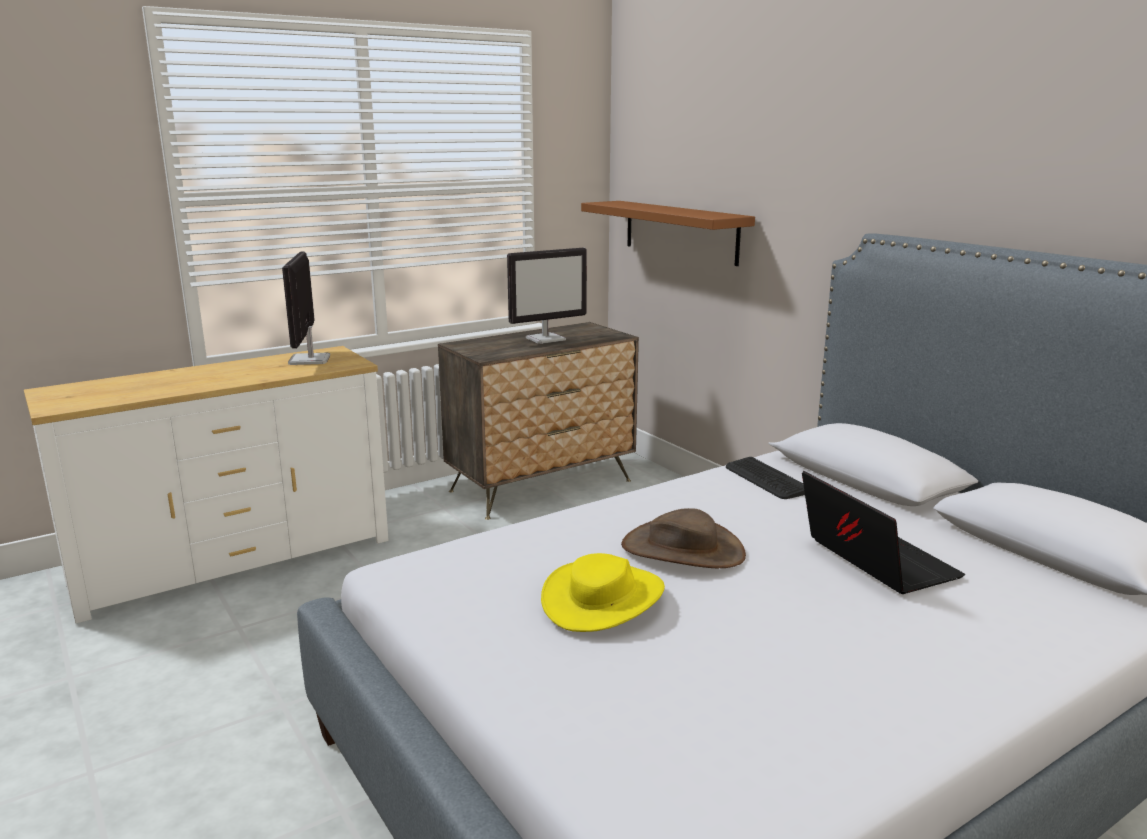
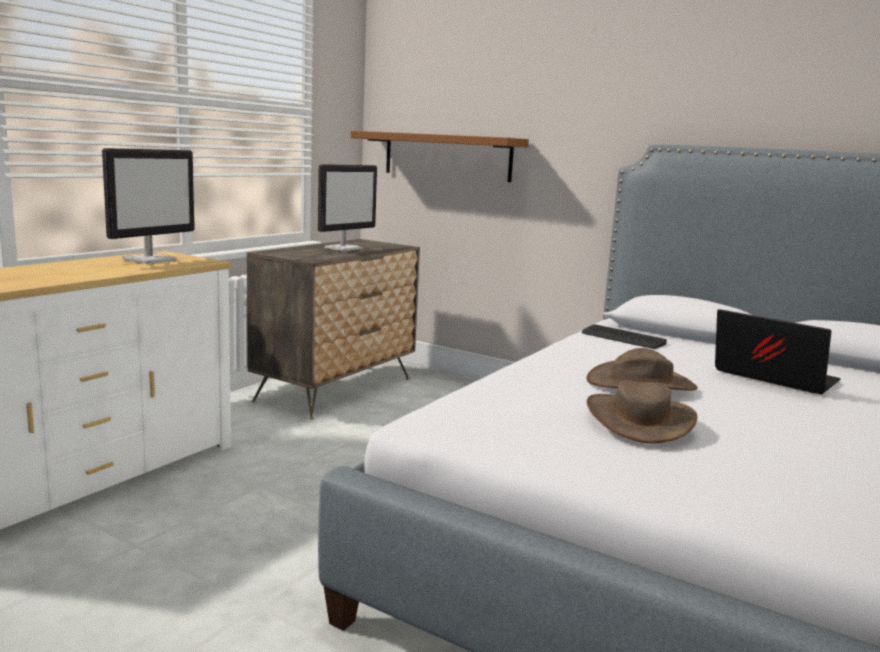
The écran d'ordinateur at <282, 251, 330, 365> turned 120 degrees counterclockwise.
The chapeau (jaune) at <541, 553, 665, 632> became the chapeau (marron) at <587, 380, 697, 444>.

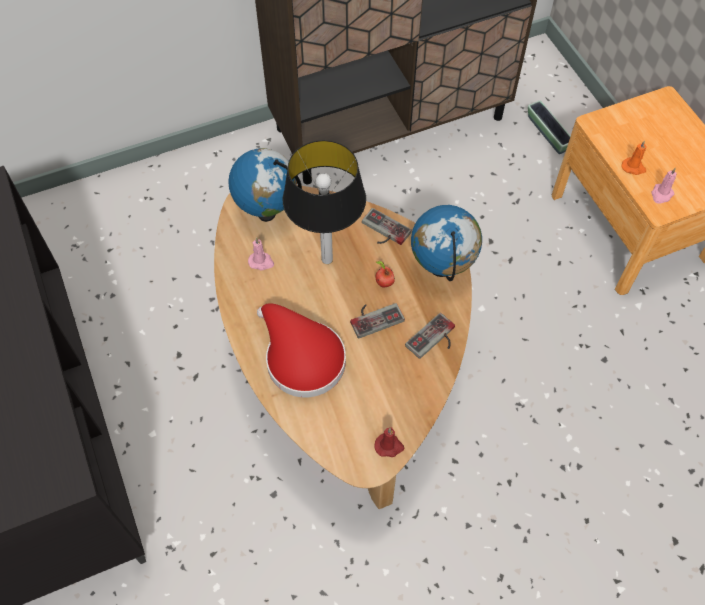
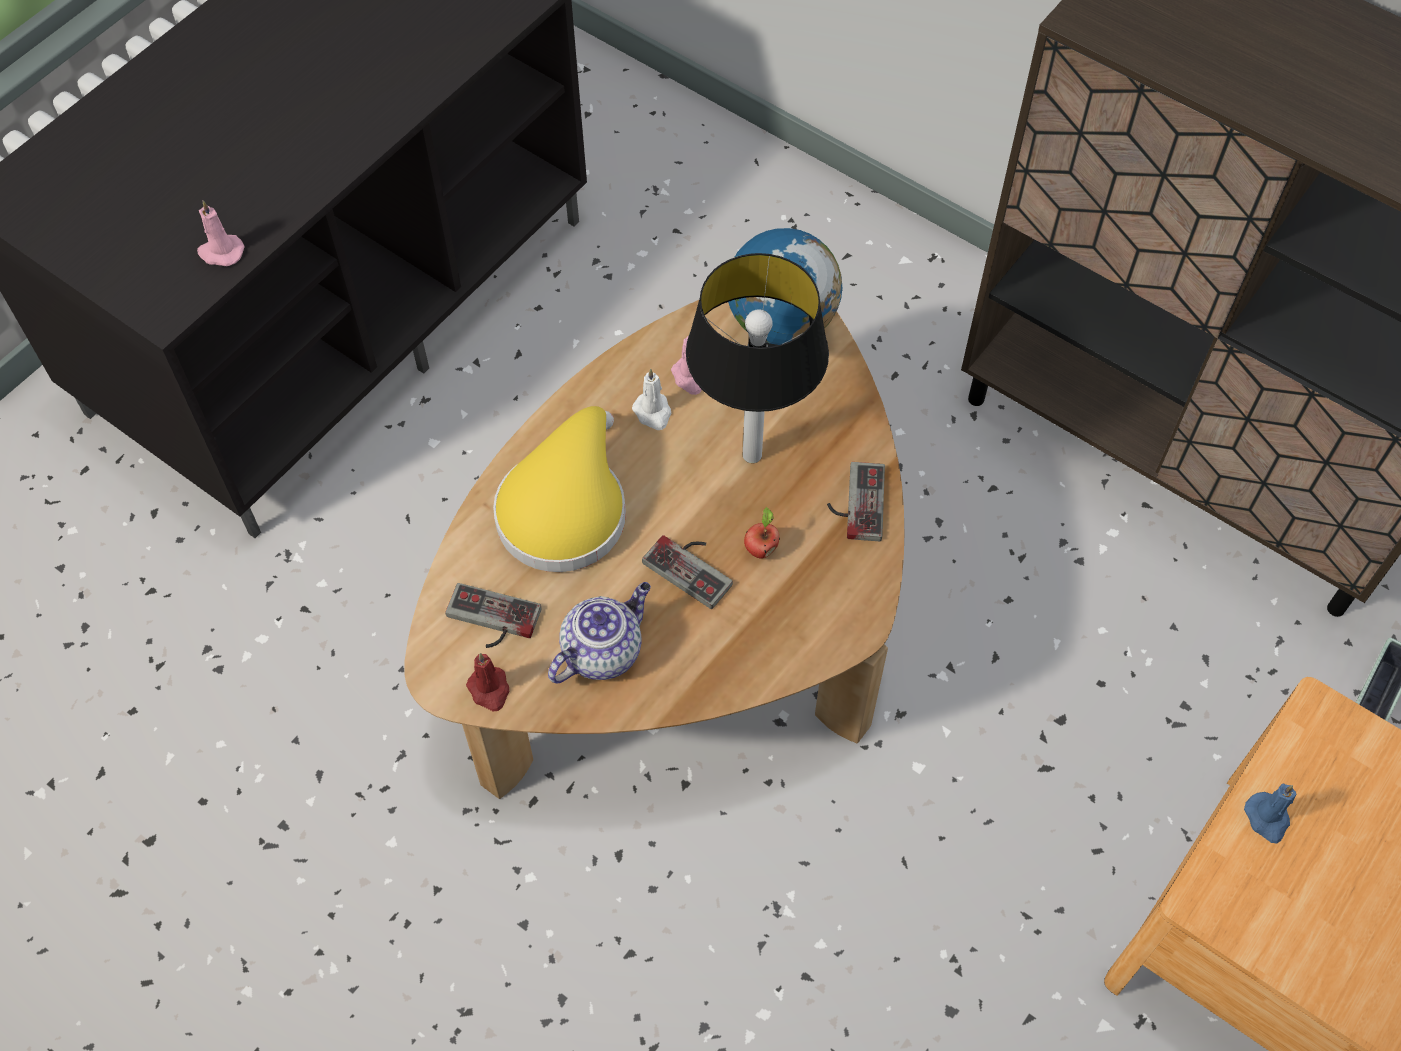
The bougie (orange) at <622, 140, 647, 175> became the bougie (bleu) at <1244, 784, 1296, 843>.
The bougie (rose) moved from <651, 168, 677, 204> to <197, 201, 244, 266>.
The globe at <411, 205, 482, 281> disappeared.
The chapeau (rouge) at <257, 303, 346, 397> became the chapeau (jaune) at <493, 406, 626, 572>.
The manette moved from <405, 313, 455, 359> to <446, 583, 542, 648>.
The bougie (blanc) at <632, 369, 671, 430> appeared.
The théière at <548, 582, 651, 683> appeared.

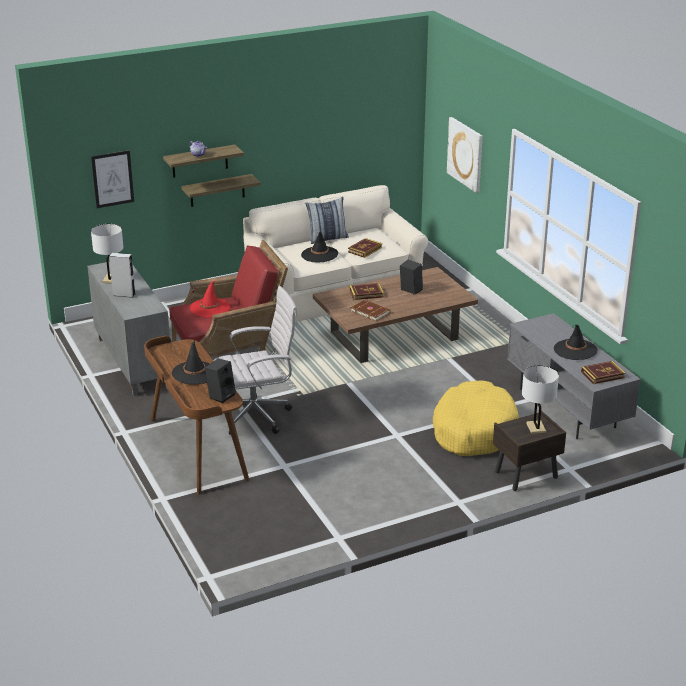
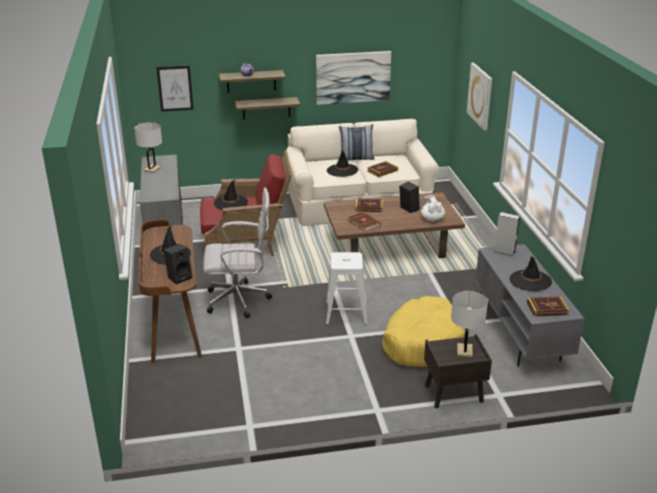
The enceinte (gris) moved from <109, 253, 135, 298> to <494, 212, 520, 256>.
The chapeau (rouge) at <190, 280, 230, 318> became the chapeau (noir) at <214, 180, 248, 210>.
The tableau at <316, 51, 391, 105> appeared.
The théière (blanc) at <421, 195, 445, 221> appeared.
The tabouret (blanc) at <326, 252, 368, 325> appeared.

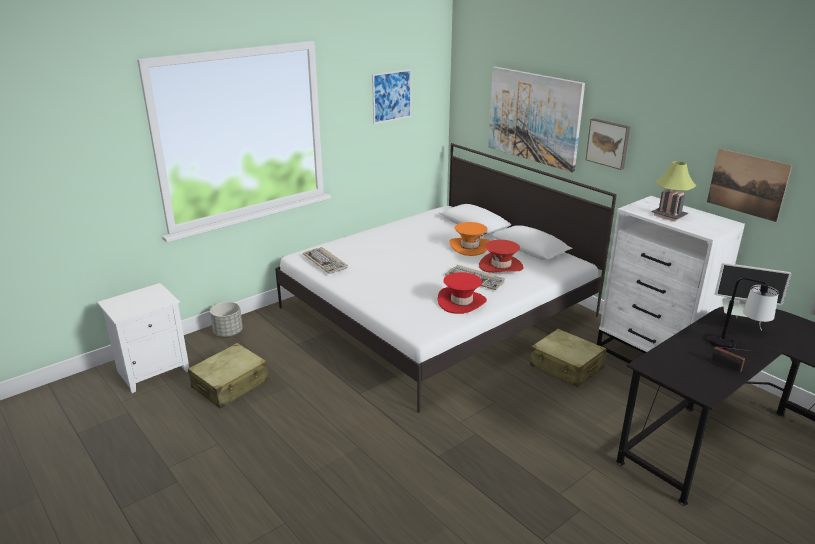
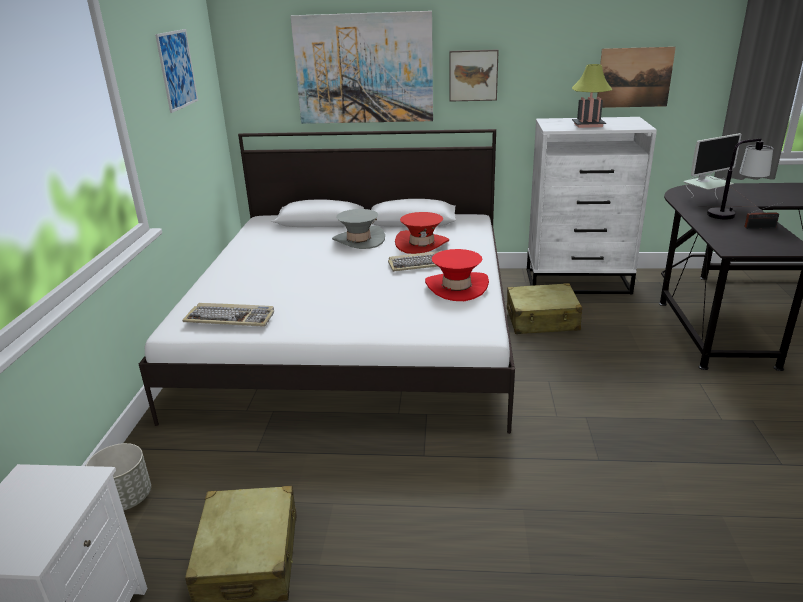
The chapeau (orange) at <449, 222, 490, 256> became the chapeau (gris) at <332, 209, 385, 249>.

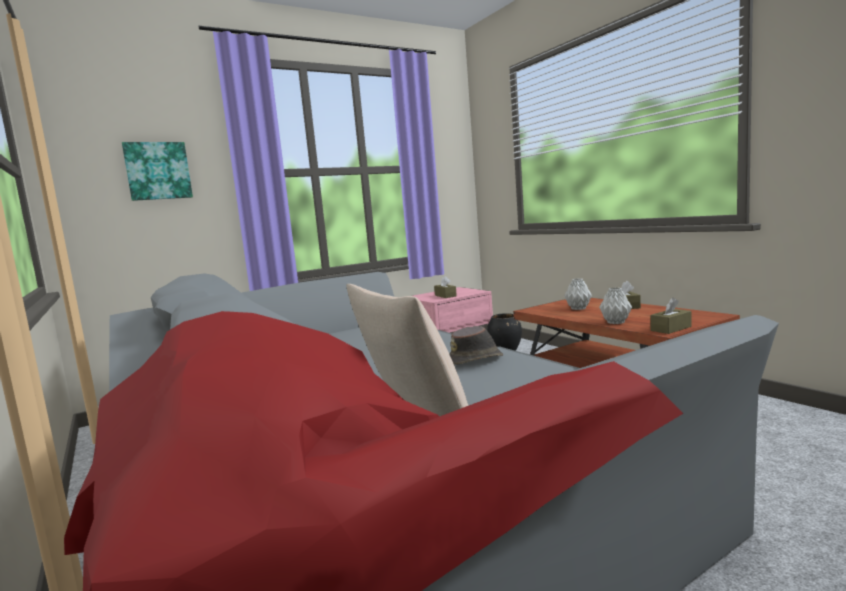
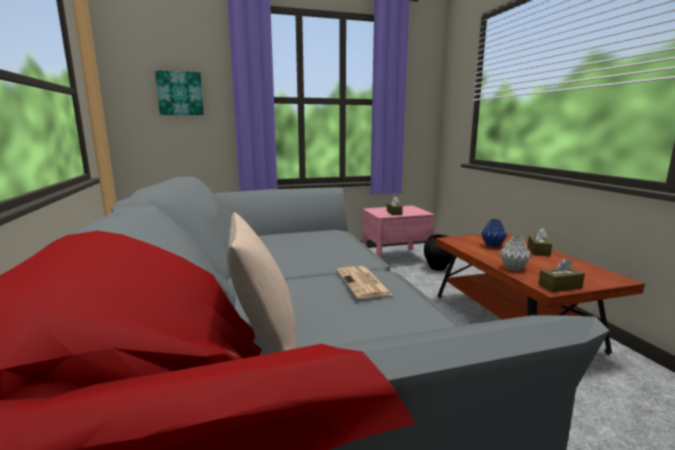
The vase (gris) at <564, 278, 592, 310> became the vase (bleu) at <481, 219, 507, 248>.
The chapeau (marron) at <449, 326, 503, 365> was replaced by the journal at <336, 266, 393, 299>.

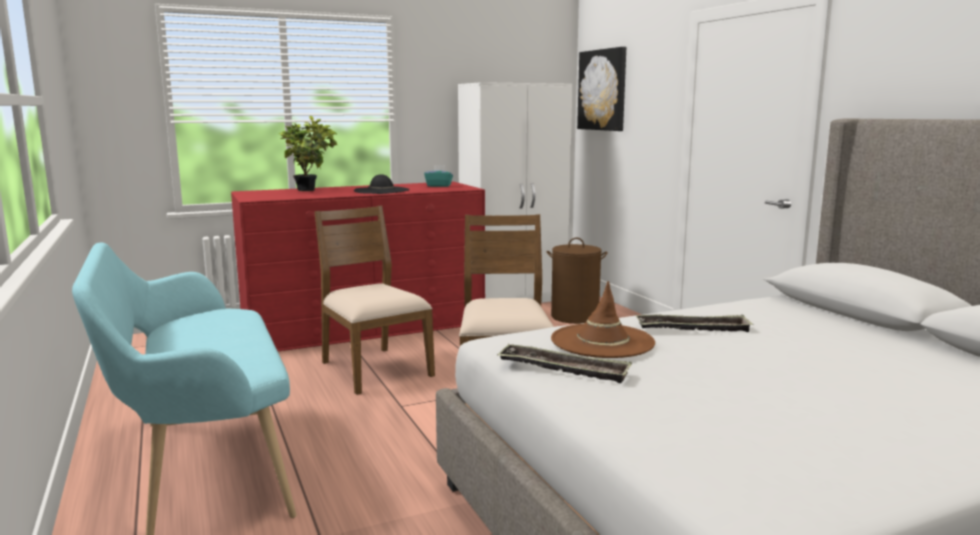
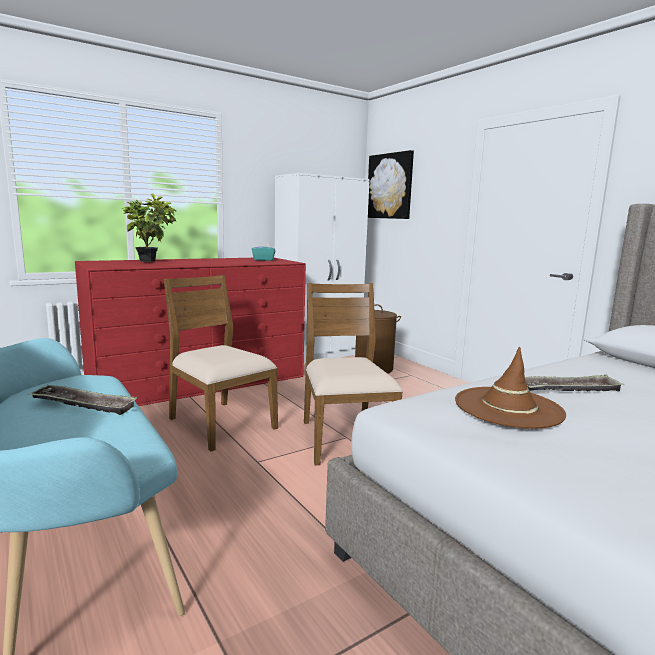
The chapeau (noir) at <354, 174, 410, 194> disappeared.
The plateau moved from <497, 343, 632, 383> to <28, 384, 138, 415>.

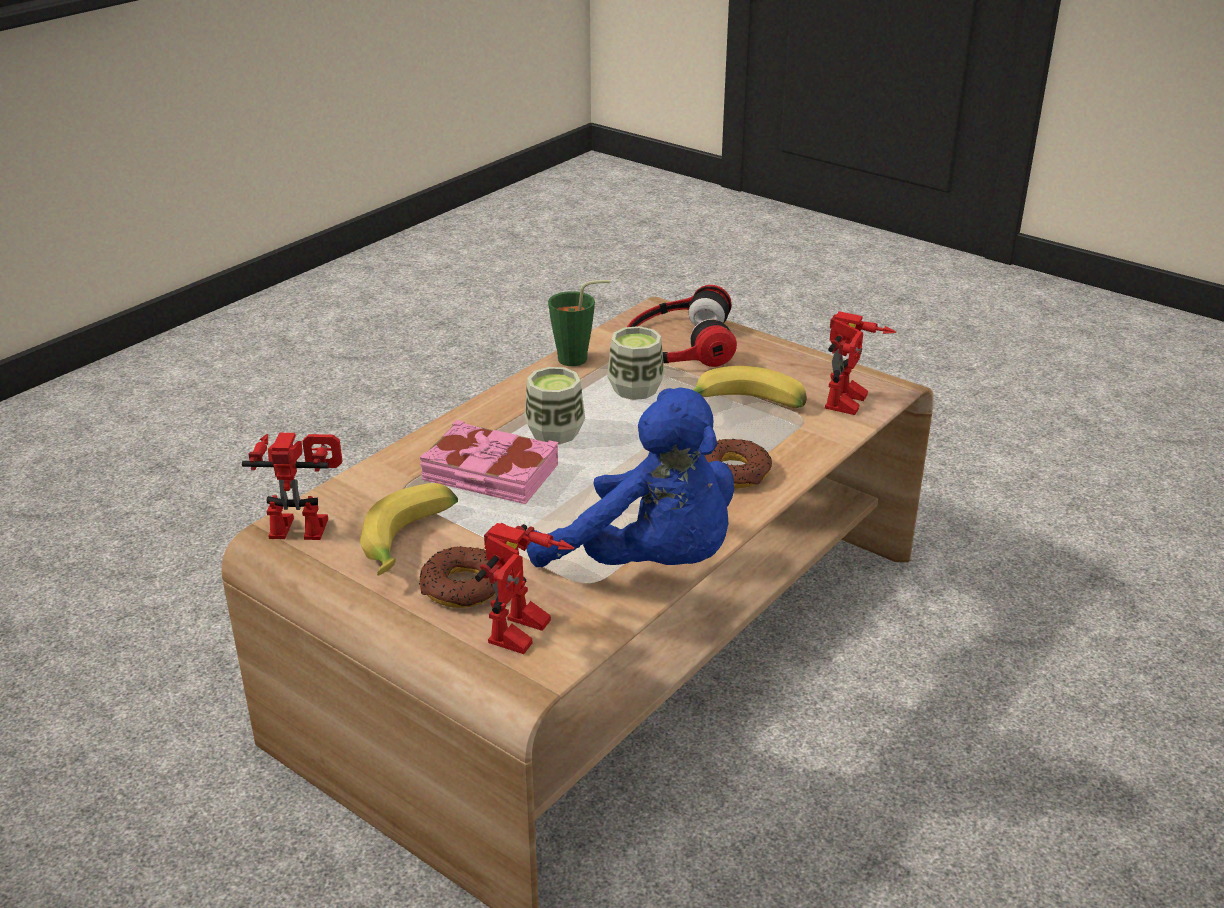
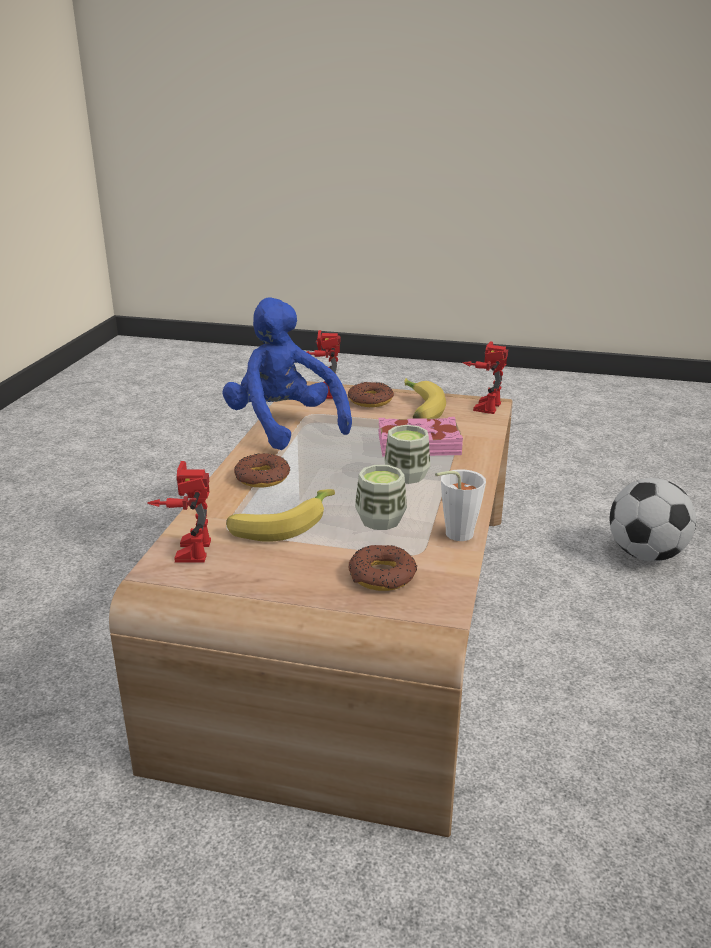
The tasse (vert) at <548, 280, 610, 366> became the tasse (blanc) at <435, 469, 486, 541>.
The casque audio at <627, 285, 737, 367> was replaced by the beignet at <349, 545, 417, 591>.
The peluche (bleu) at <526, 387, 734, 567> turned 45 degrees clockwise.
The robot jouet at <242, 433, 342, 540> turned 135 degrees clockwise.
The ballon de foot at <609, 478, 696, 561> appeared.

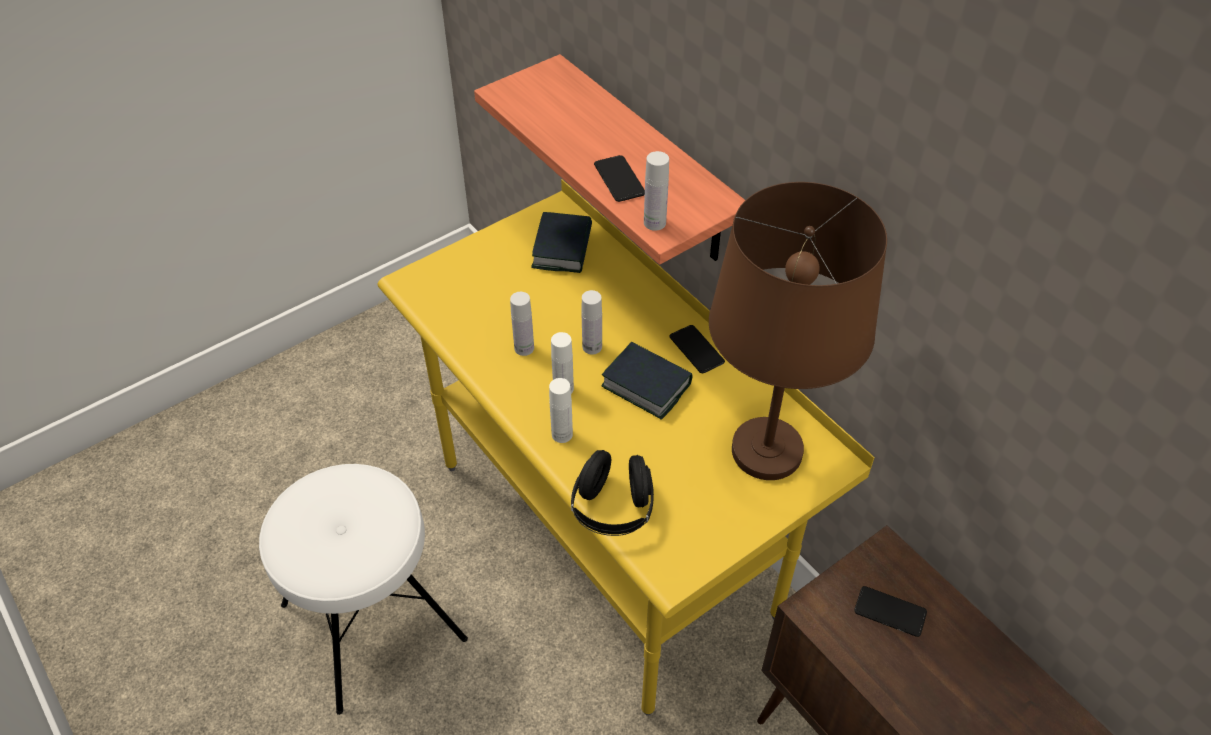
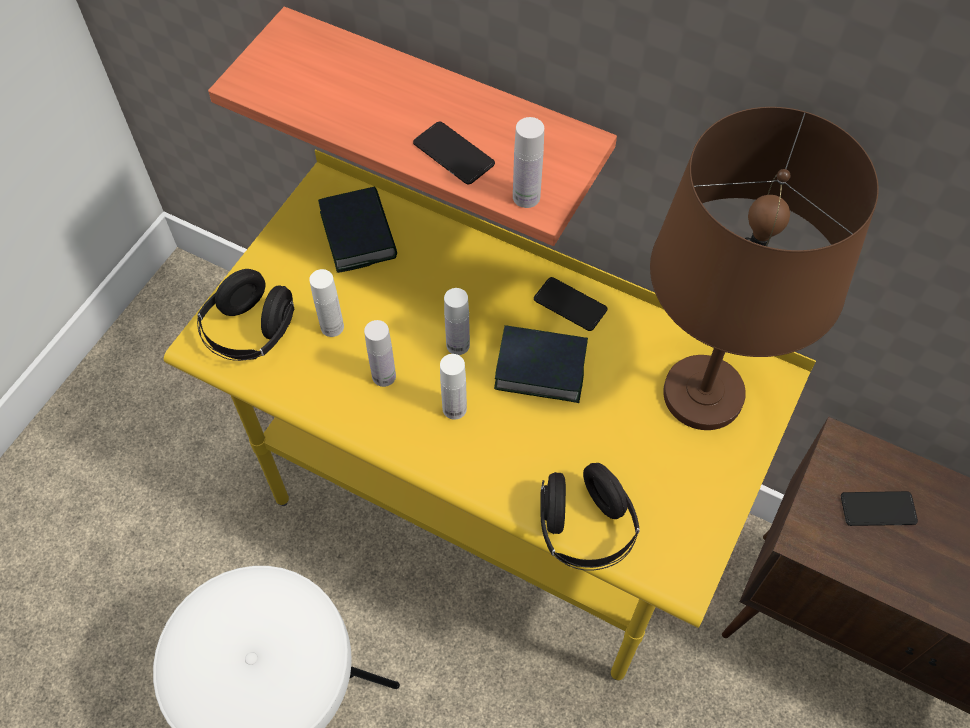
The bouteille (blanc) moved from <549, 378, 573, 443> to <309, 269, 344, 337>.
The casque audio (noir) at <197, 269, 294, 361> appeared.

